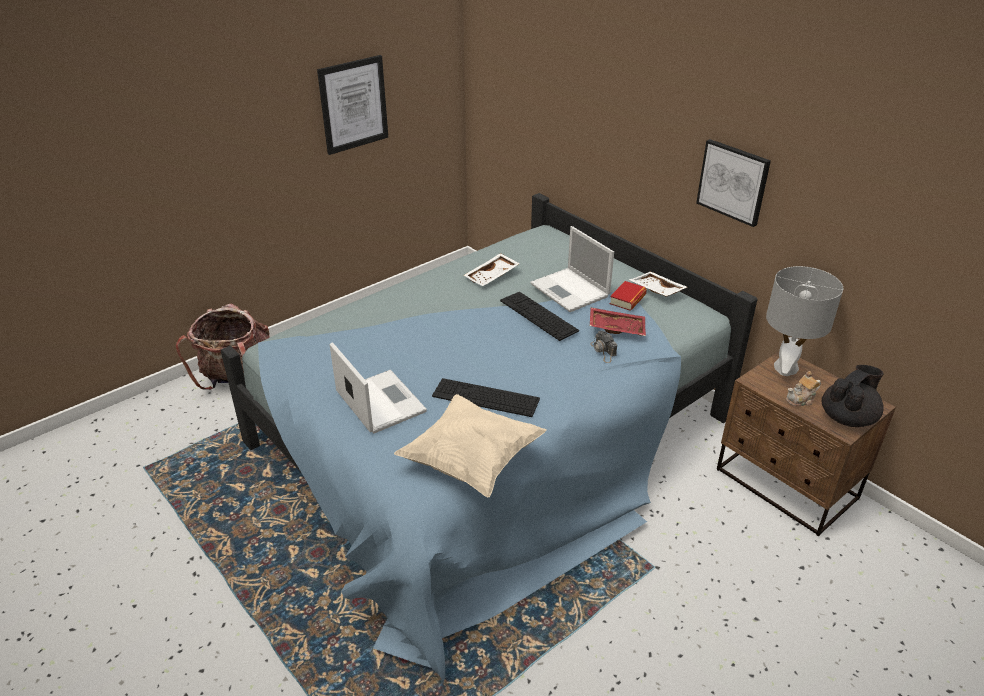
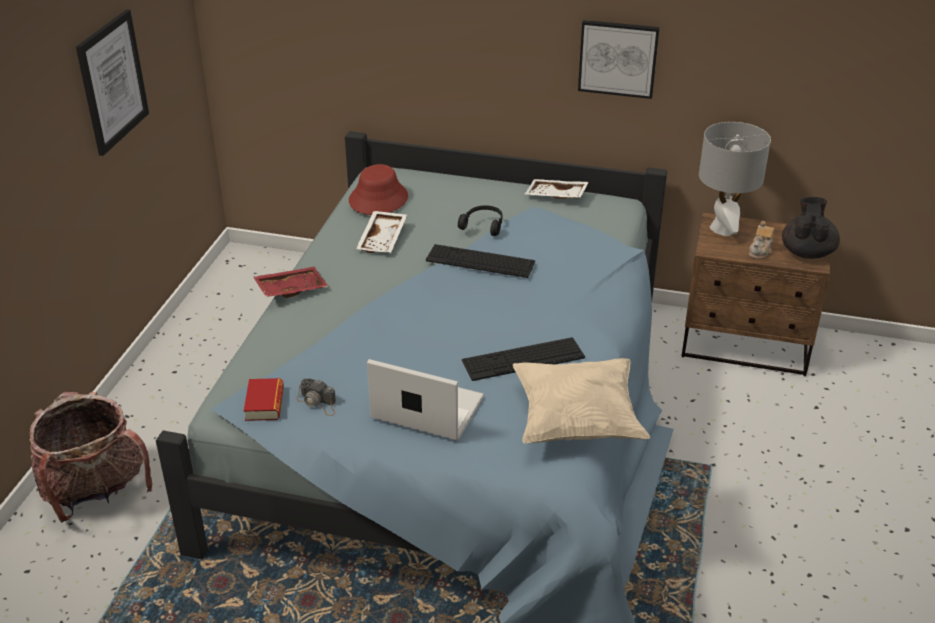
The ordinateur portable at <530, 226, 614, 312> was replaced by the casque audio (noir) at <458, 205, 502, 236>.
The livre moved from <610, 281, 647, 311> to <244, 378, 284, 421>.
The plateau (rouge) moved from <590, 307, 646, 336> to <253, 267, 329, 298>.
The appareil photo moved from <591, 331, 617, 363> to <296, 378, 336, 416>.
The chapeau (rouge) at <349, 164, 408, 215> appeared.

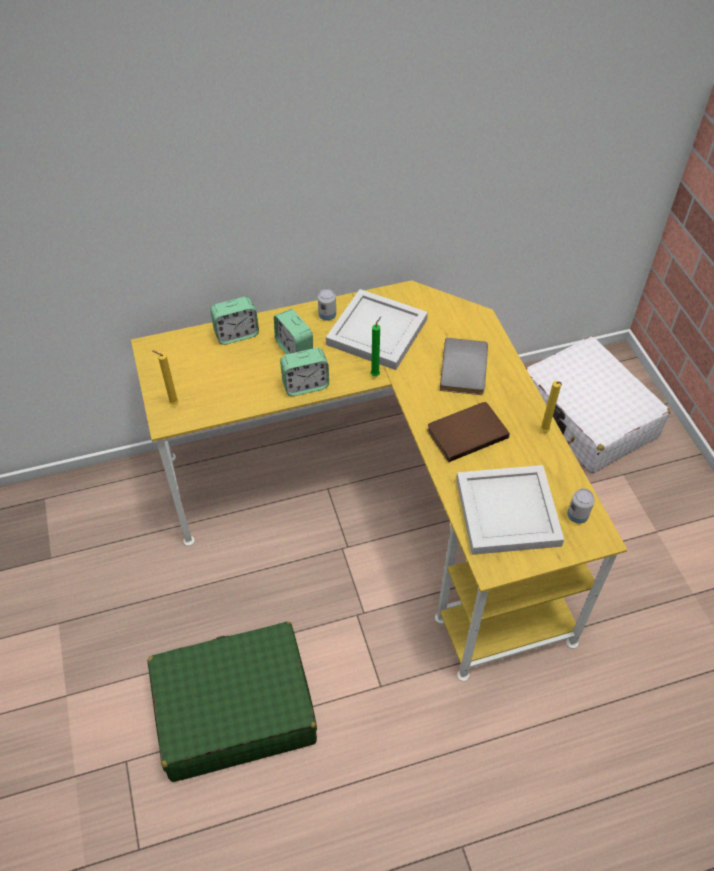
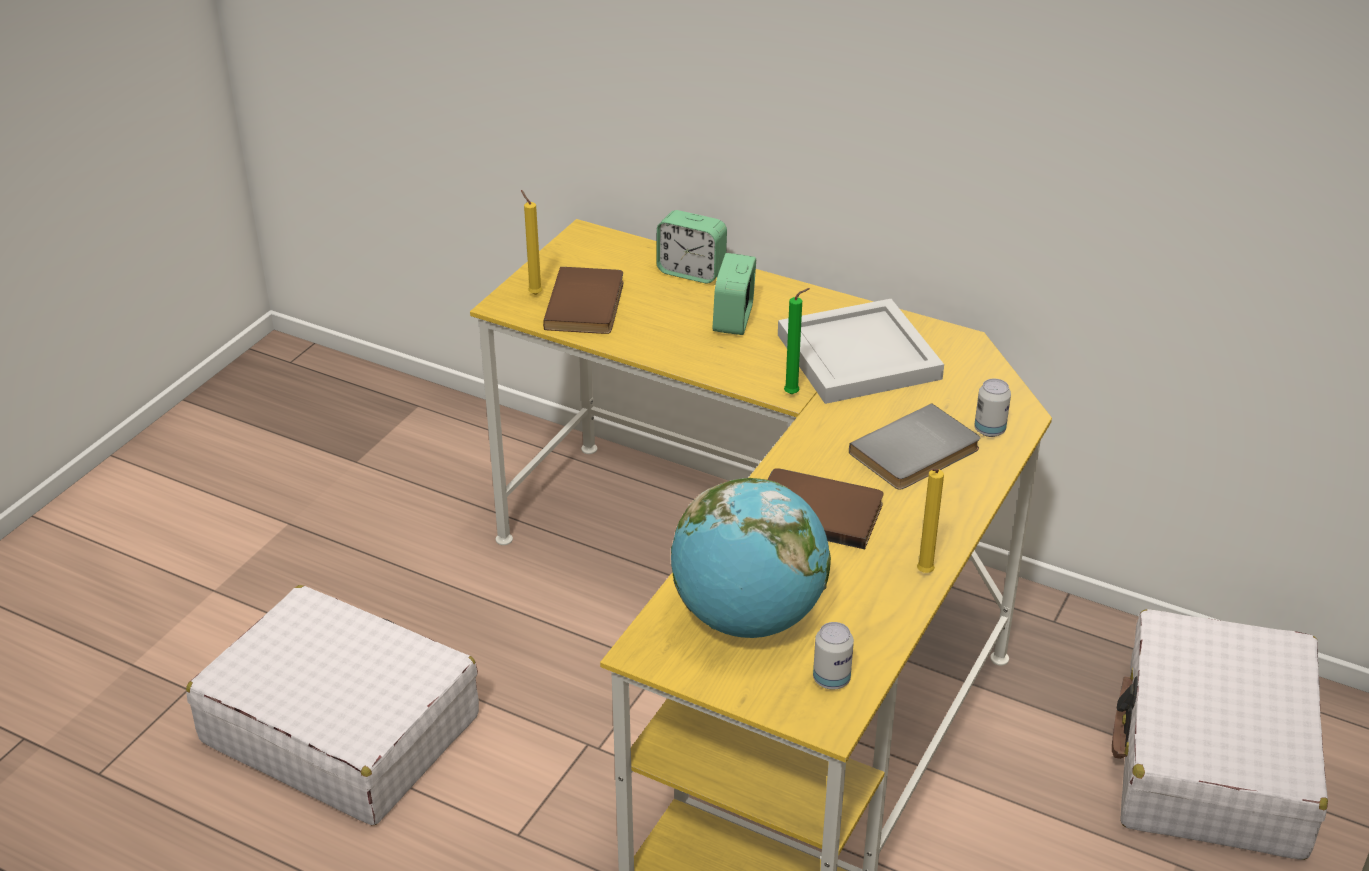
The boîte métallique moved from <318, 288, 336, 321> to <974, 379, 1011, 437>.
The réveil at <280, 348, 329, 396> disappeared.
The plateau (blanc) at <456, 465, 564, 555> was replaced by the globe at <671, 478, 831, 638>.
The valise (vert) at <147, 622, 317, 782> became the valise (blanc) at <186, 585, 479, 825>.
The livre (marron) at <543, 267, 623, 334> appeared.

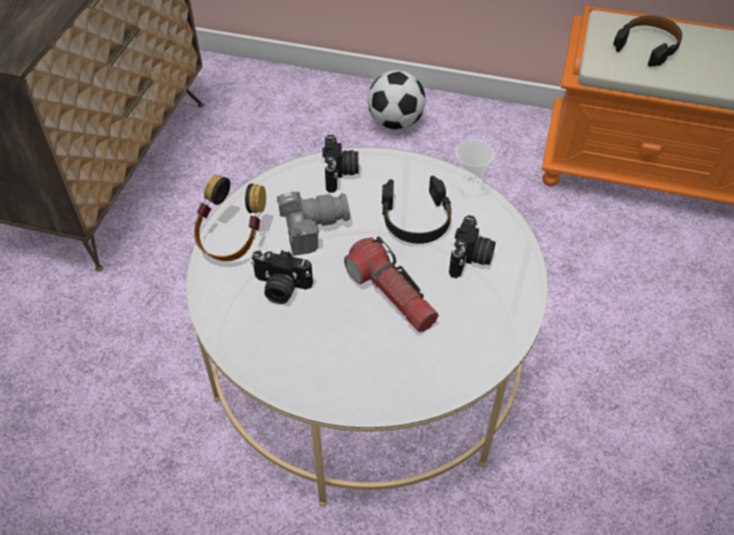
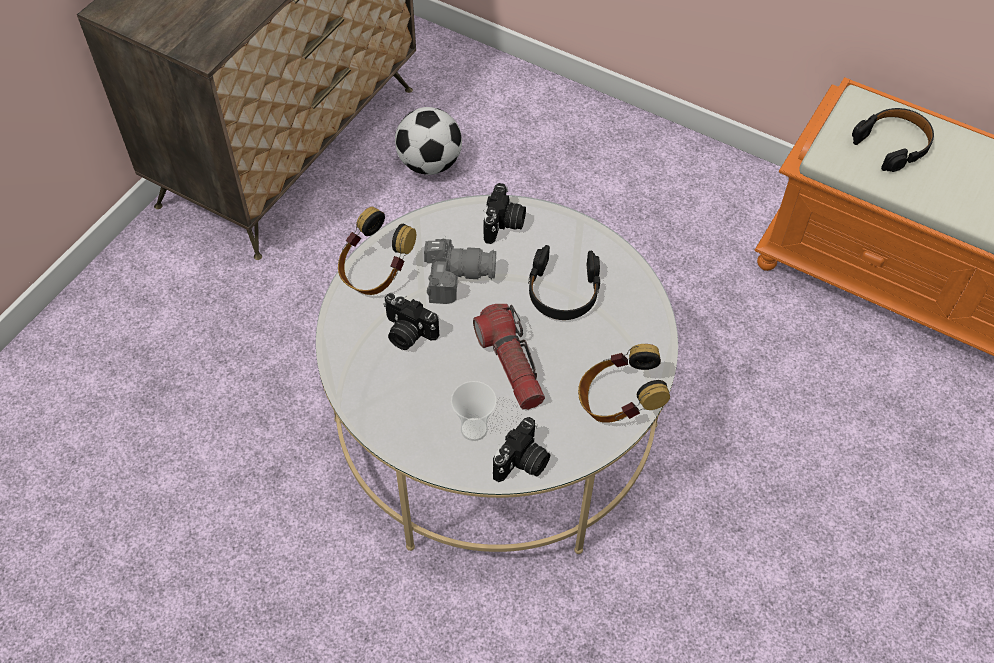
The ballon de foot moved from <368, 71, 426, 130> to <395, 107, 462, 175>.
The tasse moved from <455, 140, 495, 197> to <451, 381, 497, 441>.
The appareil photo moved from <449, 215, 496, 278> to <493, 417, 550, 482>.
The casque audio at <578, 344, 670, 423> appeared.

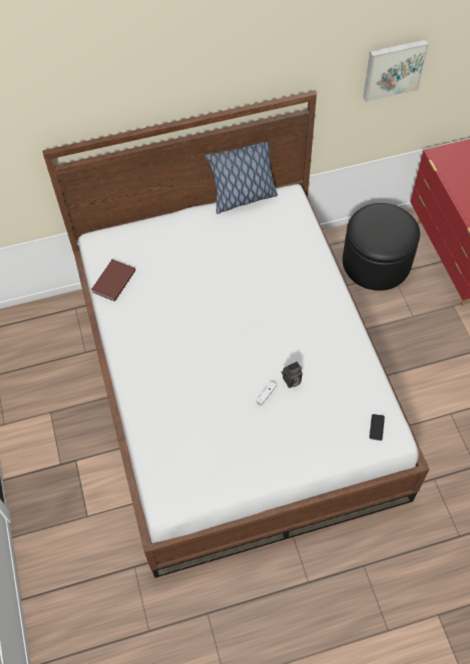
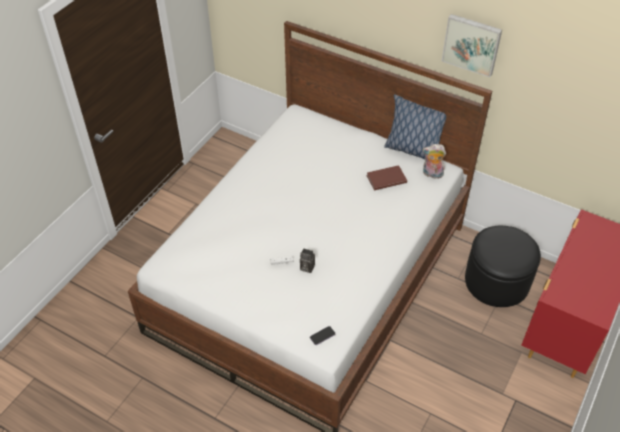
The tableau moved from <363, 39, 429, 102> to <442, 14, 502, 77>.
The livre (marron) moved from <91, 259, 136, 301> to <366, 165, 407, 191>.
The peluche at <422, 144, 446, 179> appeared.

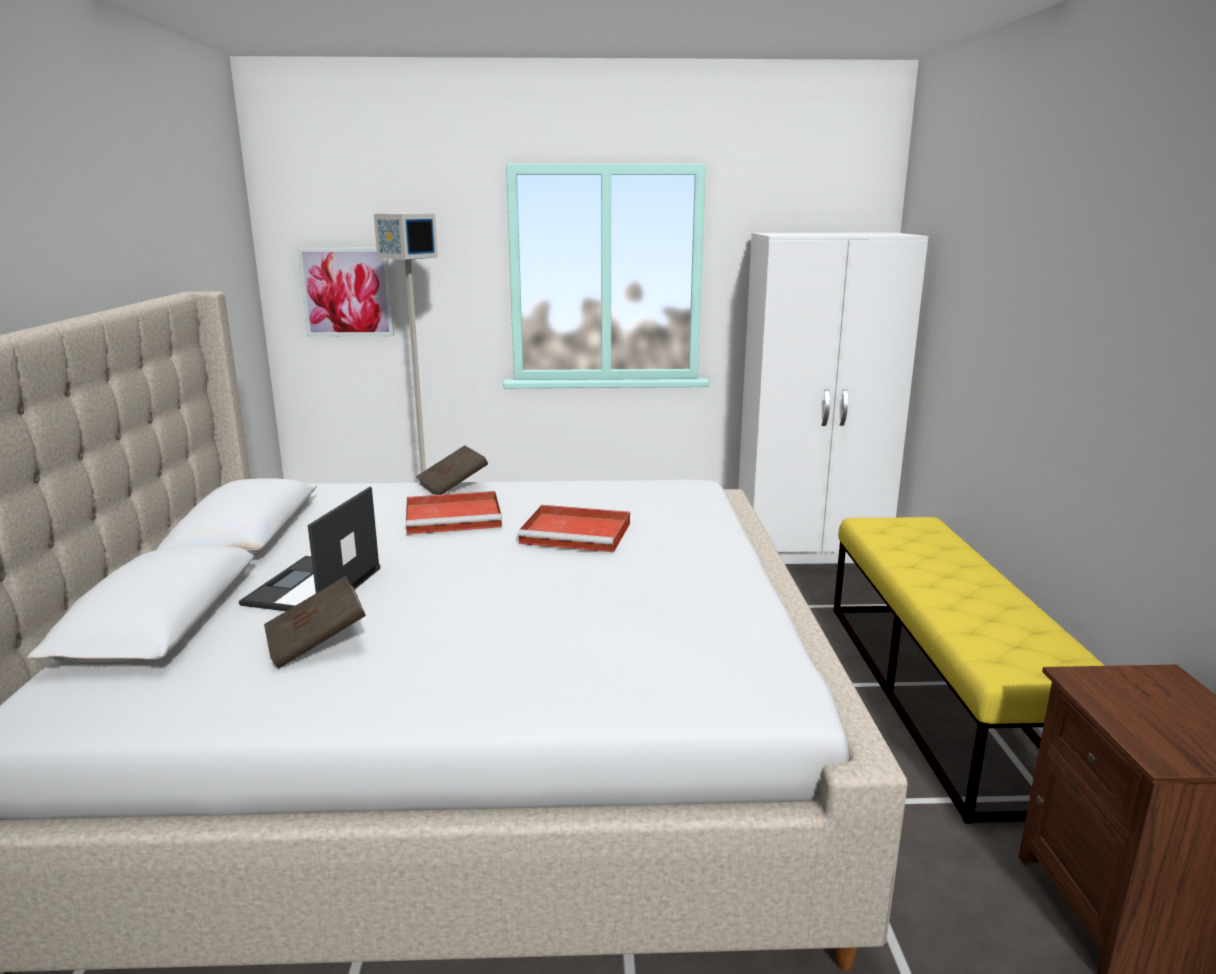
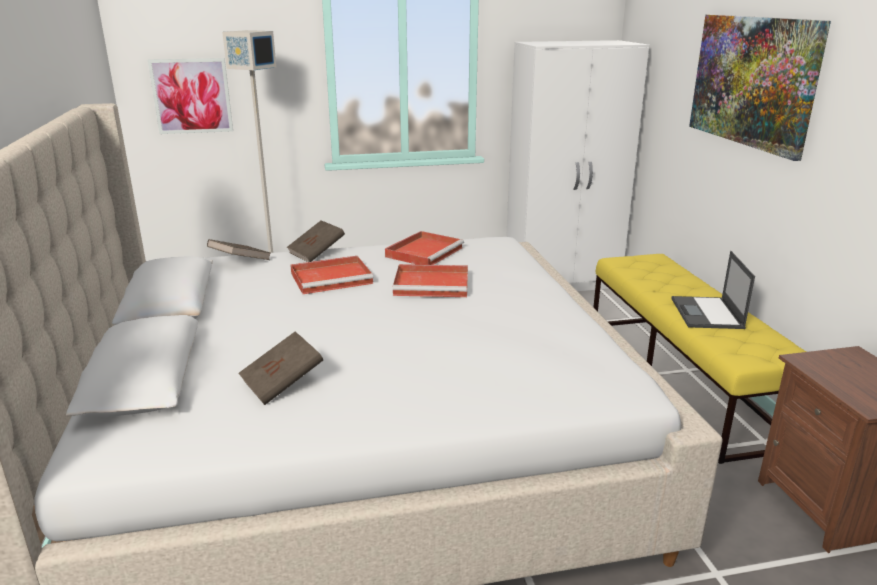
The ordinateur portable moved from <239, 487, 380, 611> to <672, 251, 755, 329>.
The tableau at <689, 15, 831, 161> appeared.
The plateau (rouge) at <385, 231, 464, 265> appeared.
The livre (marron) at <207, 239, 270, 260> appeared.

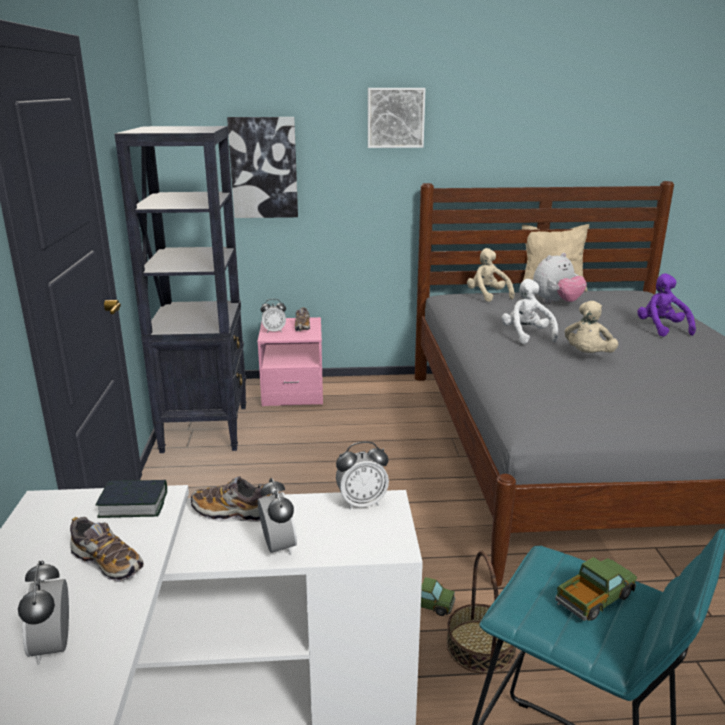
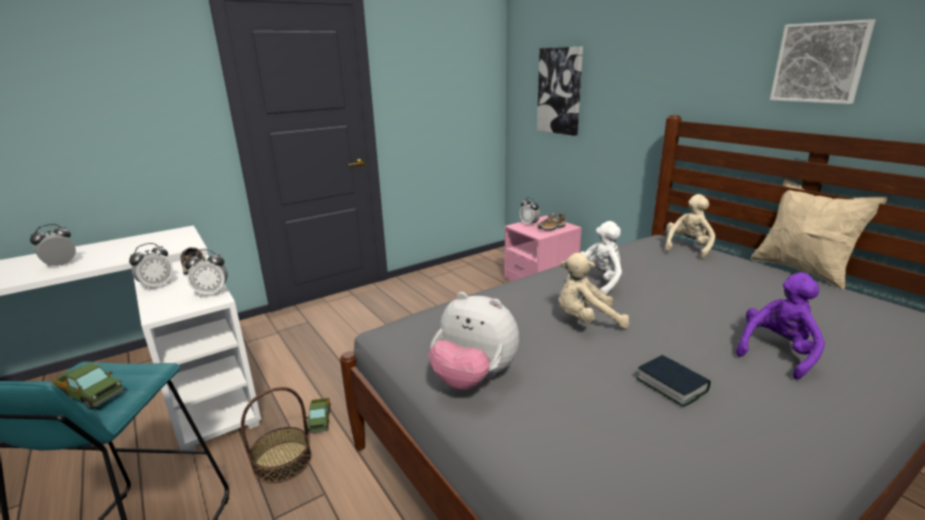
The tableau moved from <368, 88, 426, 148> to <770, 19, 875, 104>.
The bibliothèque (noir) at <114, 126, 246, 453> disappeared.
The peluche moved from <533, 253, 587, 303> to <428, 292, 519, 390>.
The réveil at <336, 441, 389, 510> turned 60 degrees counterclockwise.
The livre moved from <96, 480, 167, 518> to <636, 355, 711, 407>.
The chaussure at <70, 517, 143, 582> disappeared.

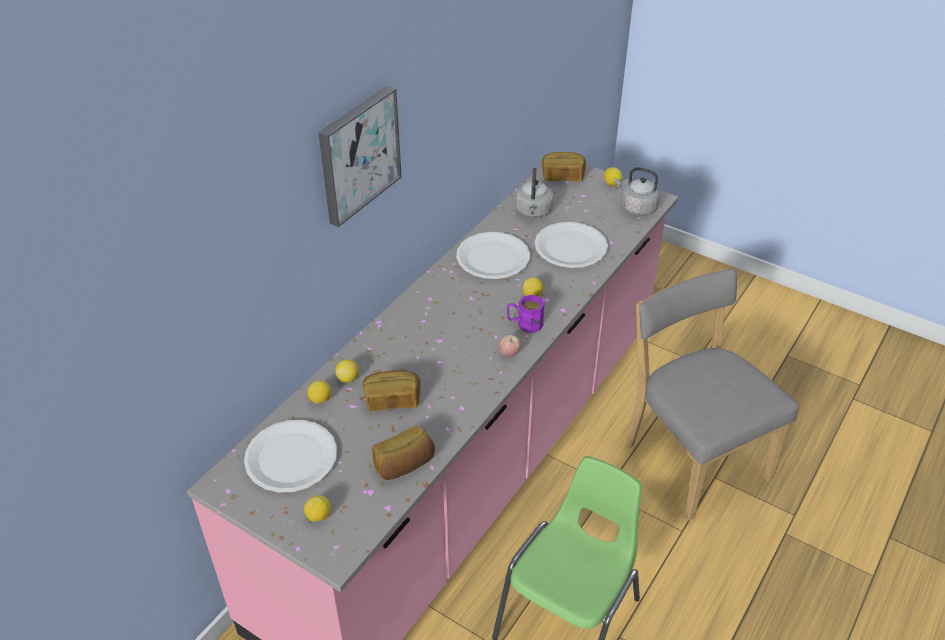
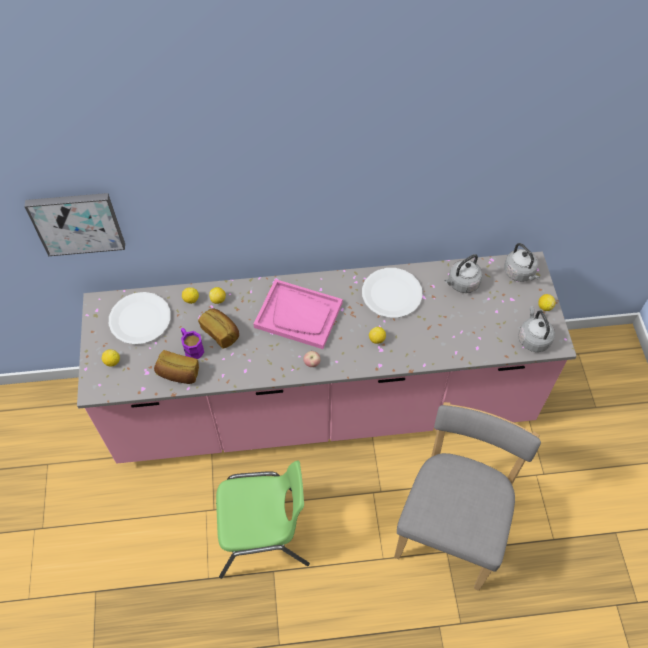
The tableau moved from <318, 86, 402, 227> to <24, 193, 125, 256>.
The pain at <541, 152, 586, 182> was replaced by the bouilloire (gris) at <504, 243, 540, 282>.
The assiette (blanc) at <535, 222, 608, 268> disappeared.
The mug (violet) moved from <507, 295, 545, 333> to <181, 328, 204, 359>.
The plateau (rose) at <254, 279, 343, 349> appeared.

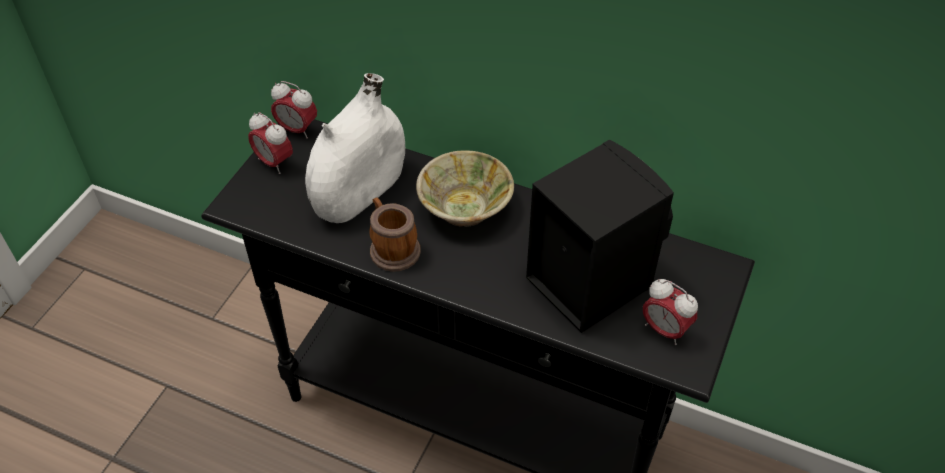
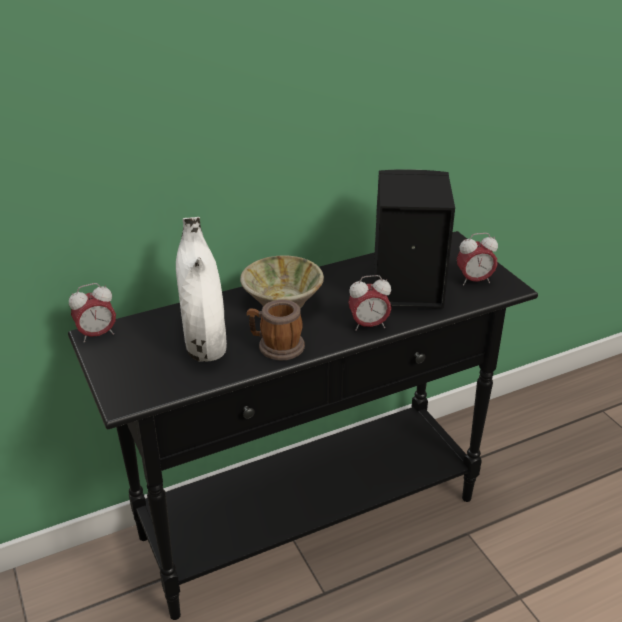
The réveil moved from <248, 112, 293, 174> to <348, 275, 391, 331>.

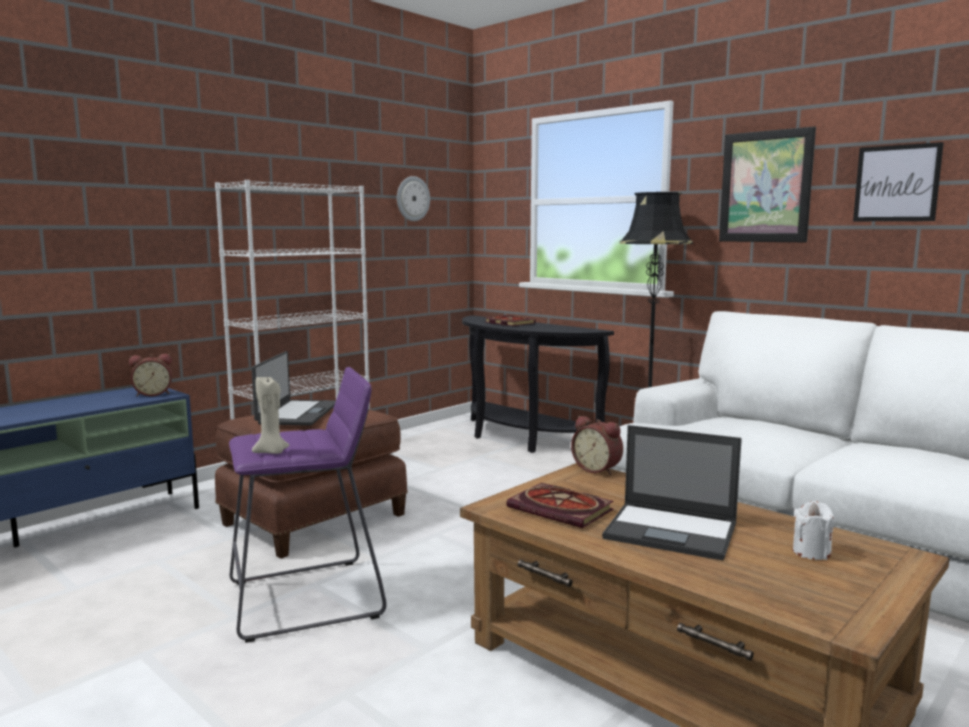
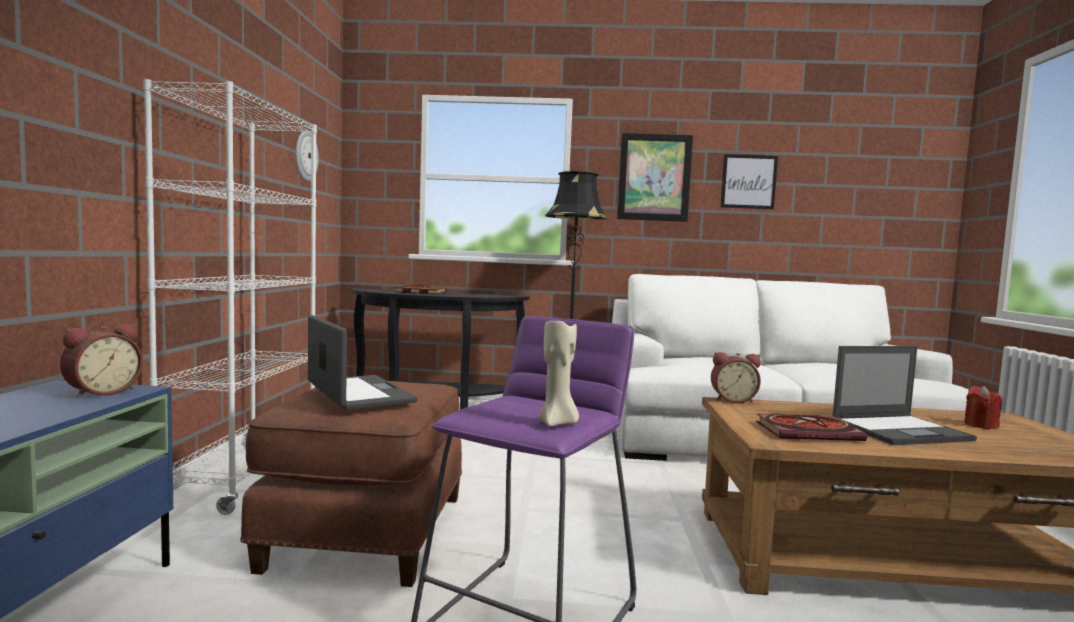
The bougie (blanc) at <793, 501, 835, 560> became the bougie (rouge) at <965, 386, 1002, 429>.

